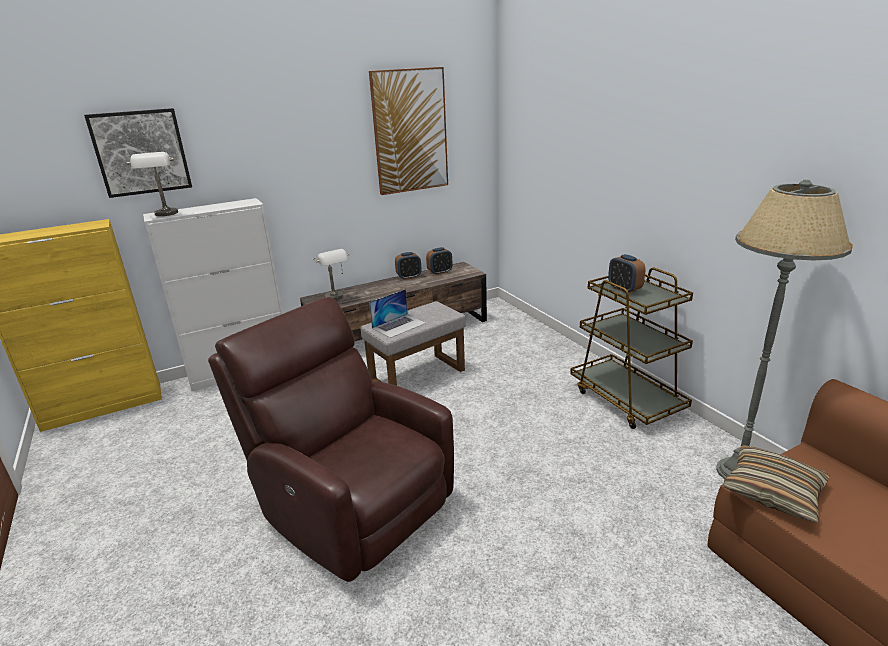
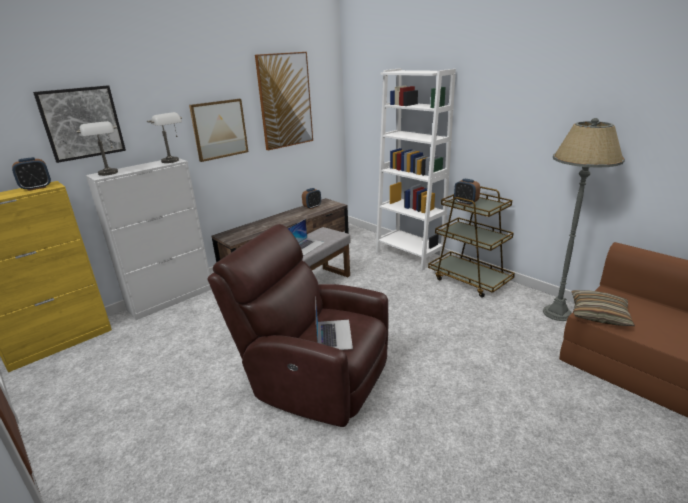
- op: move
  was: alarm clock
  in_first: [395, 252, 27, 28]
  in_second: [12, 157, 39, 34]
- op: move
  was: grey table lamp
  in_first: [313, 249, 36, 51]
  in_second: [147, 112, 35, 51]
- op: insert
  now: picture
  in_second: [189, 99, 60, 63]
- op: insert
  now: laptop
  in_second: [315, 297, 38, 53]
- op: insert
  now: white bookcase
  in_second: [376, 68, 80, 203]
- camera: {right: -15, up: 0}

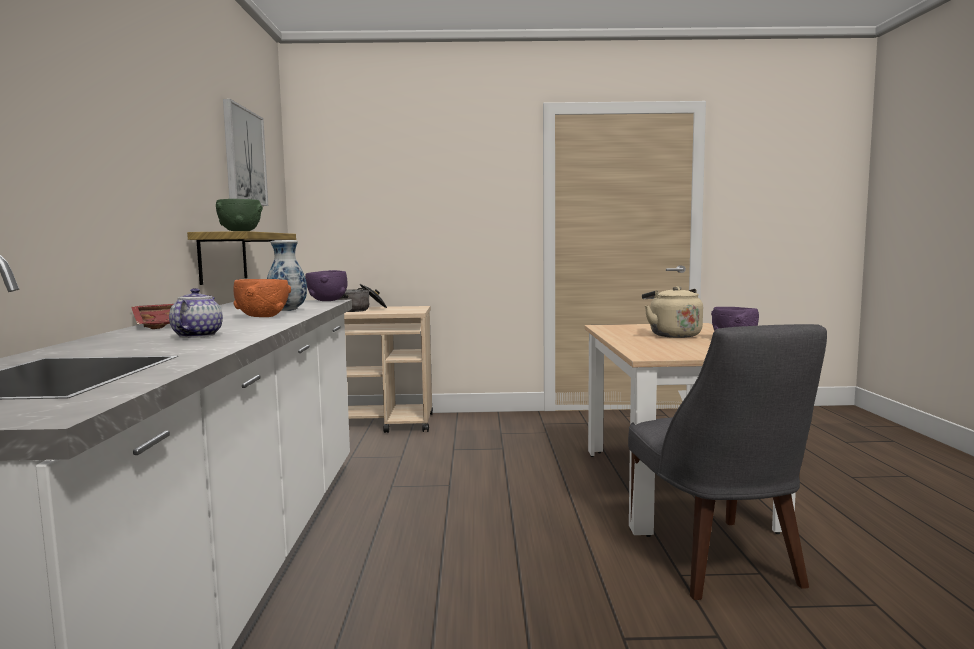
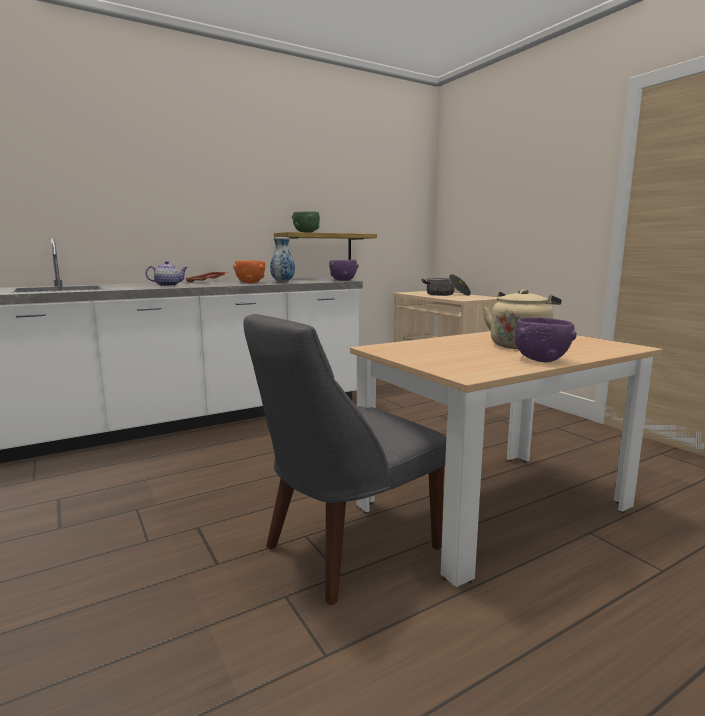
- op: delete
  was: picture
  in_first: [223, 99, 45, 107]
- camera: {right: 60, up: 5}

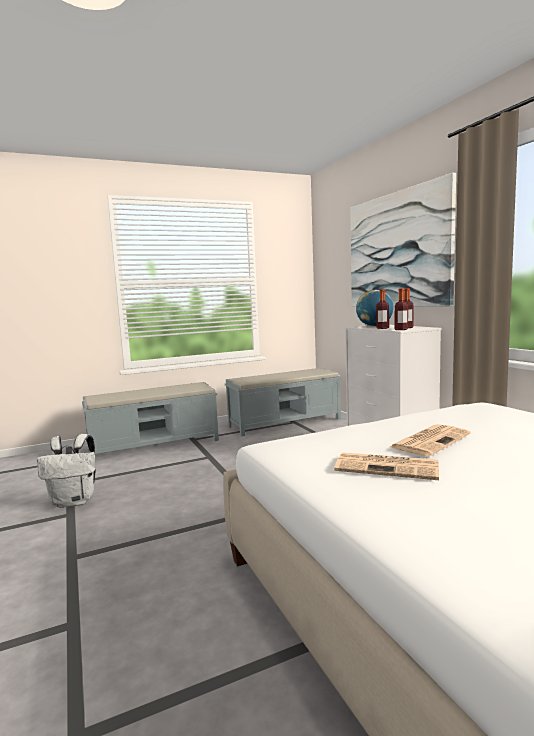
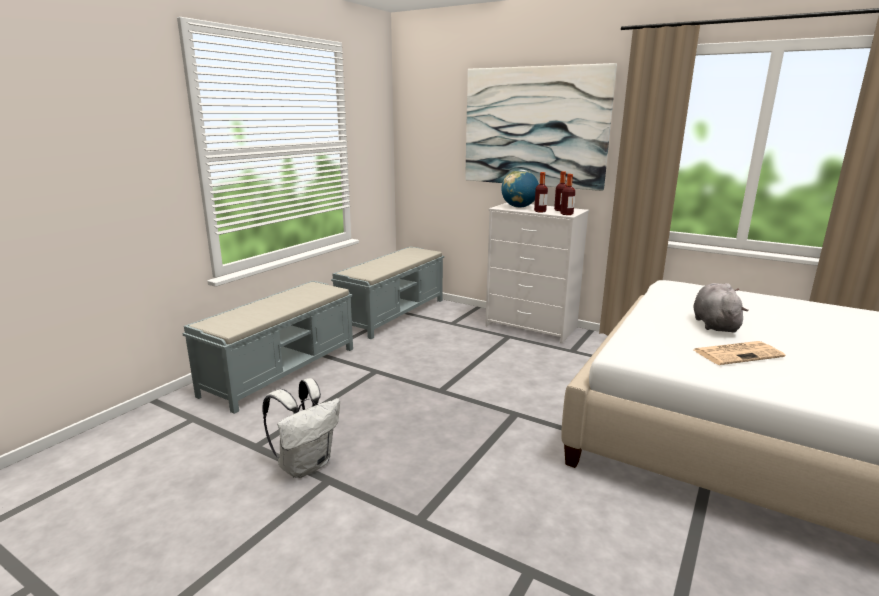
- op: replace
  was: newspaper
  now: grey plush toy
  in_first: [390, 424, 81, 32]
  in_second: [693, 283, 56, 50]
- camera: {right: -35, up: 10}

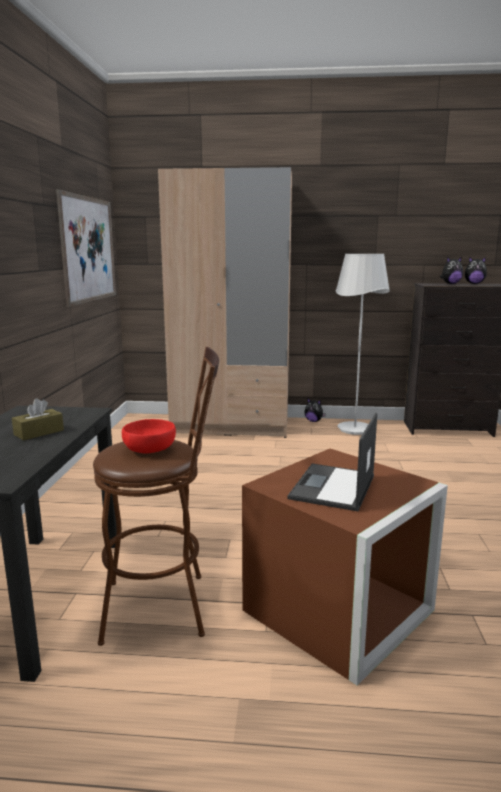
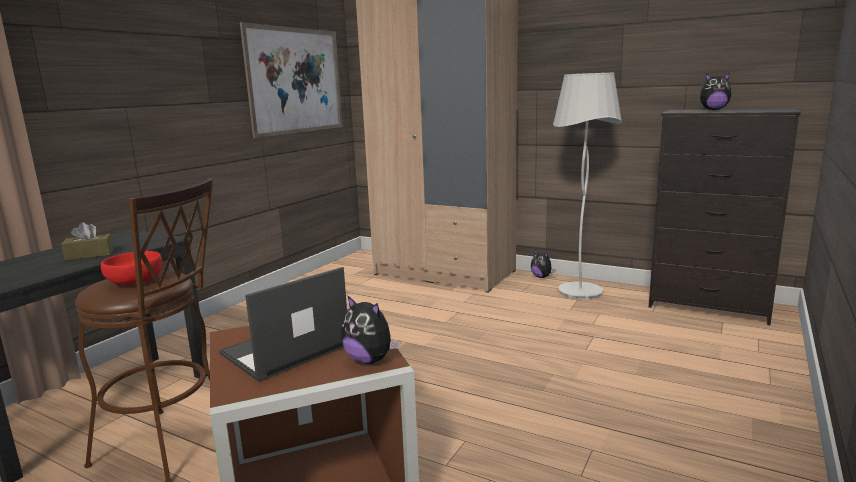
- op: move
  was: plush toy
  in_first: [465, 257, 22, 27]
  in_second: [341, 295, 59, 69]
- camera: {right: 25, up: 0}

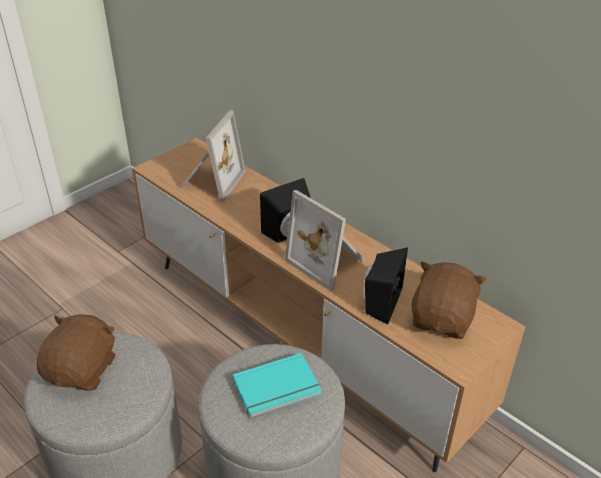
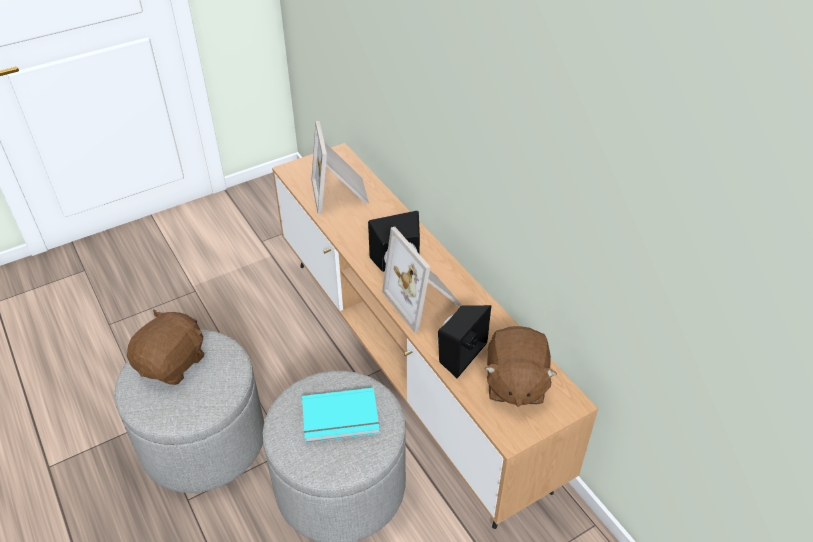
- op: rotate
  was: picture frame
  in_first: [180, 110, 66, 92]
  in_second: [311, 121, 58, 93]
  clockwise: 135
- op: rotate
  was: brown plush toy
  in_first: [411, 261, 76, 78]
  in_second: [485, 326, 72, 81]
  clockwise: 150
- camera: {right: 15, up: 5}

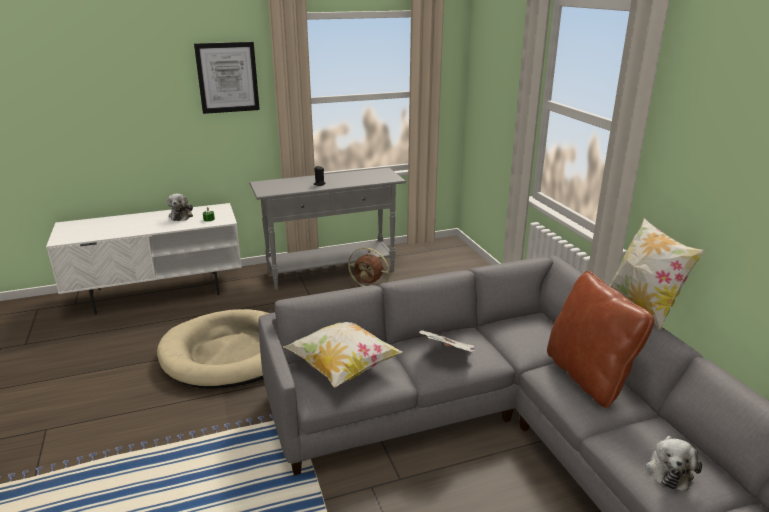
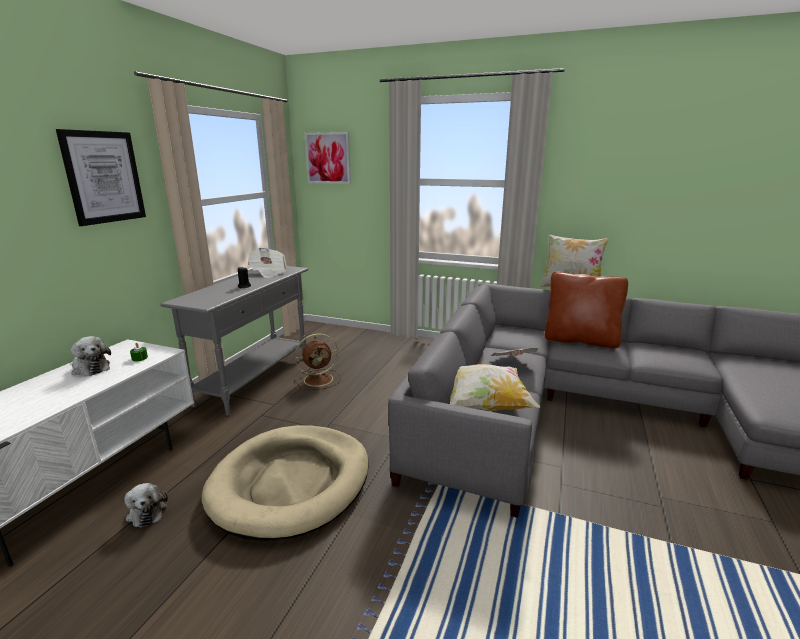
- op: move
  was: plush toy
  in_first: [645, 436, 57, 55]
  in_second: [124, 483, 44, 45]
- op: insert
  now: newspaper
  in_second: [248, 247, 39, 31]
- op: insert
  now: picture
  in_second: [305, 132, 46, 52]
- camera: {right: -50, up: -5}

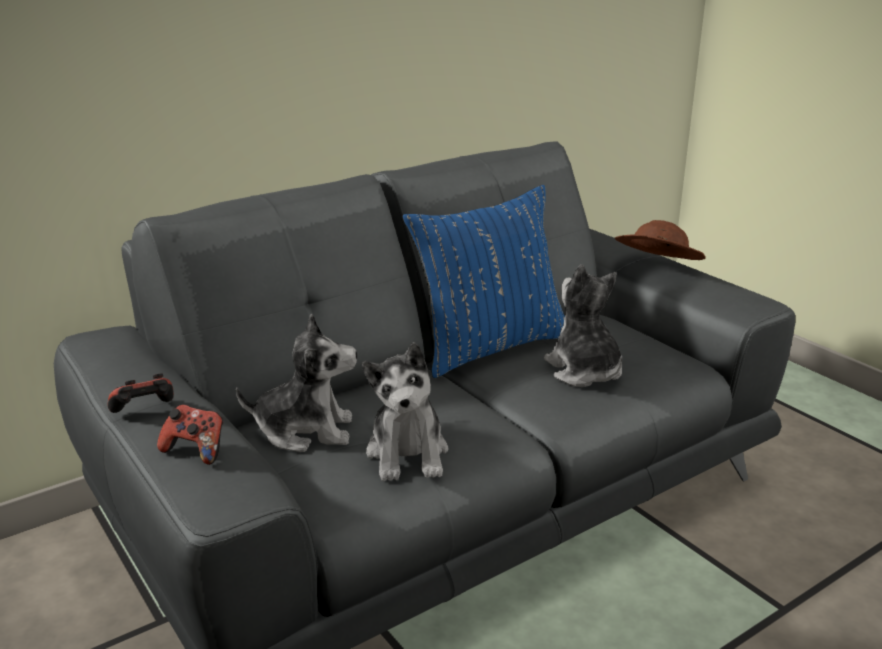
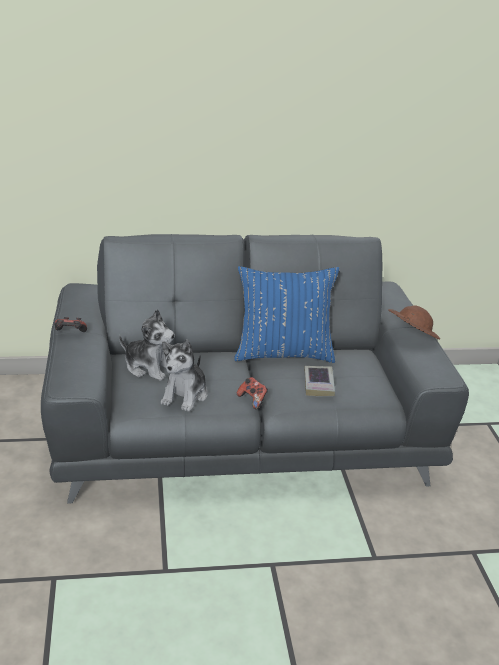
- op: move
  was: game controller
  in_first: [157, 404, 66, 61]
  in_second: [237, 377, 31, 32]
- op: replace
  was: plush toy
  now: book
  in_first: [544, 264, 78, 123]
  in_second: [305, 366, 30, 30]
- camera: {right: 25, up: 5}

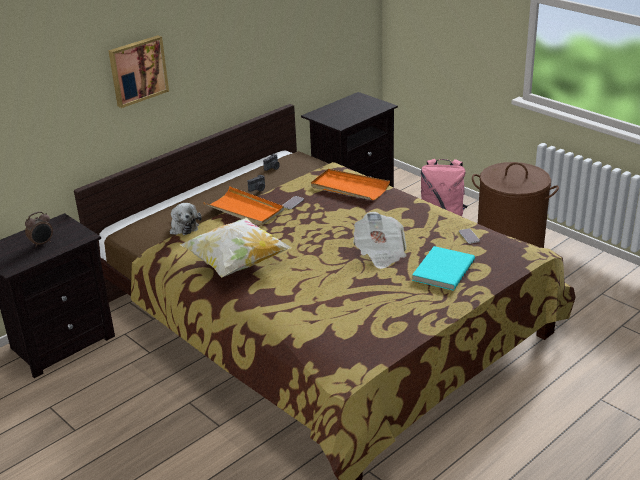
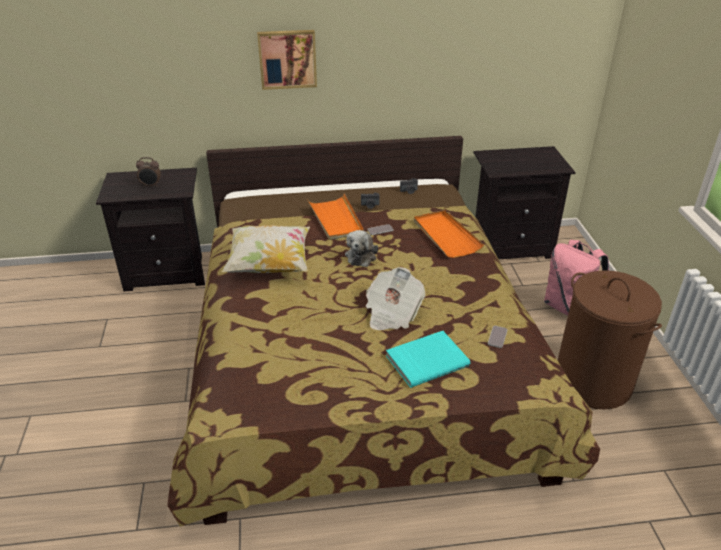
- op: move
  was: plush toy
  in_first: [170, 203, 32, 32]
  in_second: [345, 230, 33, 37]
- camera: {right: 35, up: 5}

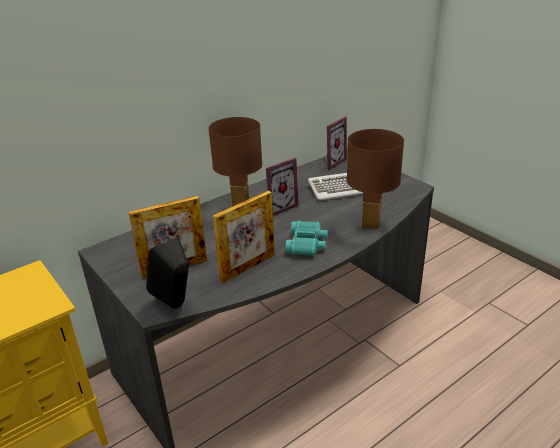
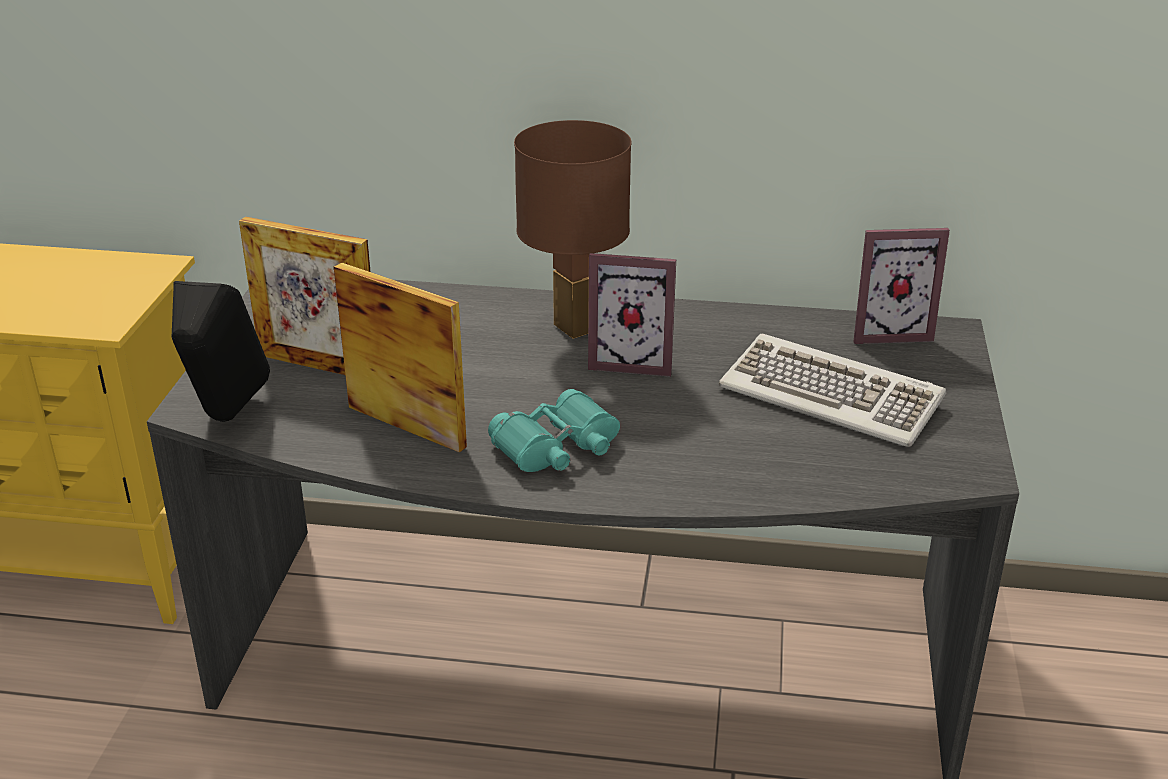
- op: rotate
  was: picture frame
  in_first: [213, 191, 62, 92]
  in_second: [334, 263, 133, 190]
  clockwise: -150
- op: delete
  was: brown table lamp
  in_first: [346, 129, 58, 101]
- camera: {right: 45, up: 0}

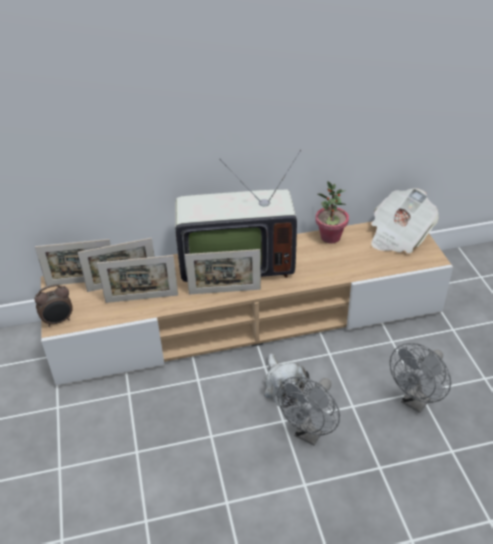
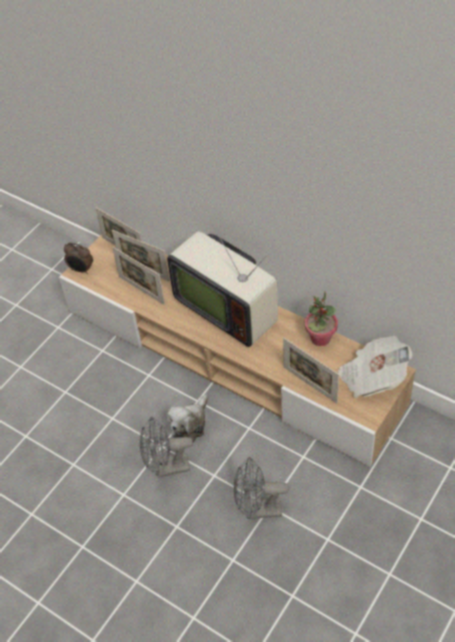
- op: move
  was: picture frame
  in_first: [185, 249, 76, 45]
  in_second: [283, 338, 56, 66]
- camera: {right: 50, up: 10}

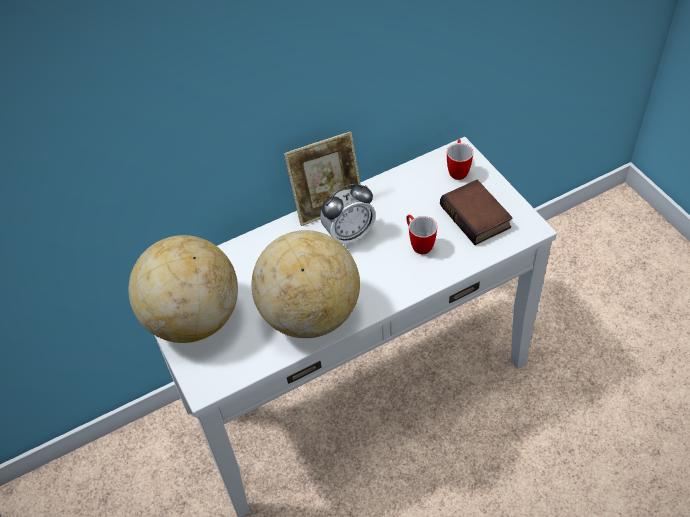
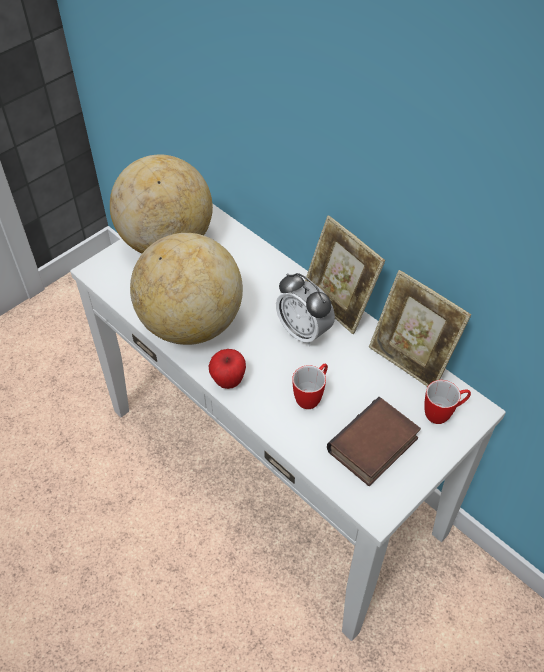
- op: insert
  now: apple
  in_second: [209, 349, 37, 40]
- op: insert
  now: picture frame
  in_second: [369, 270, 102, 117]
- camera: {right: 70, up: 0}

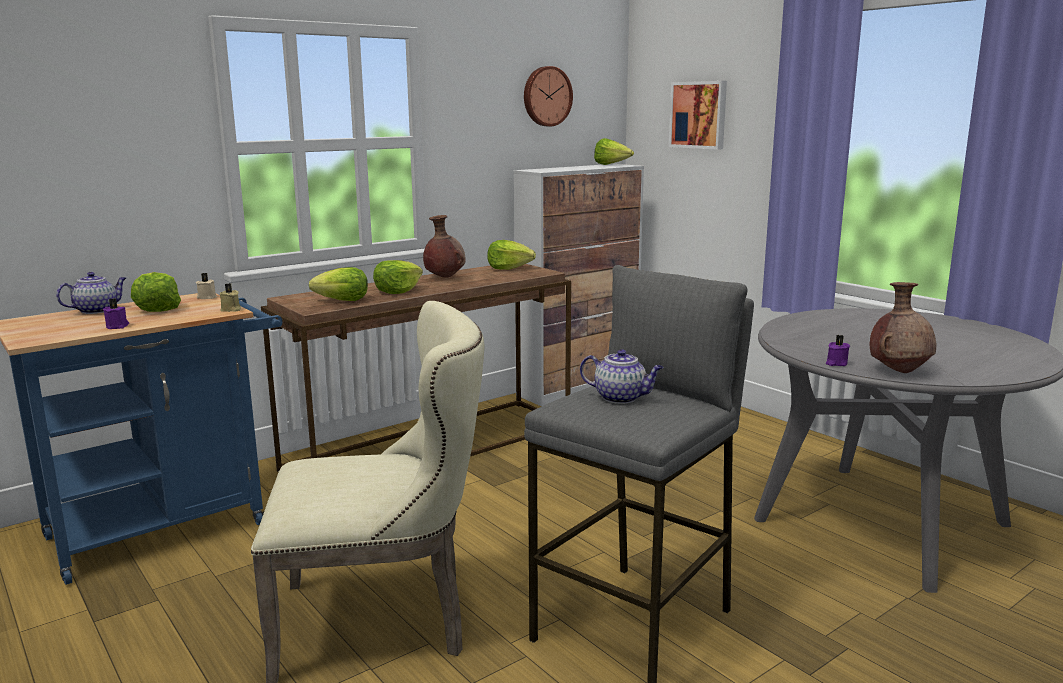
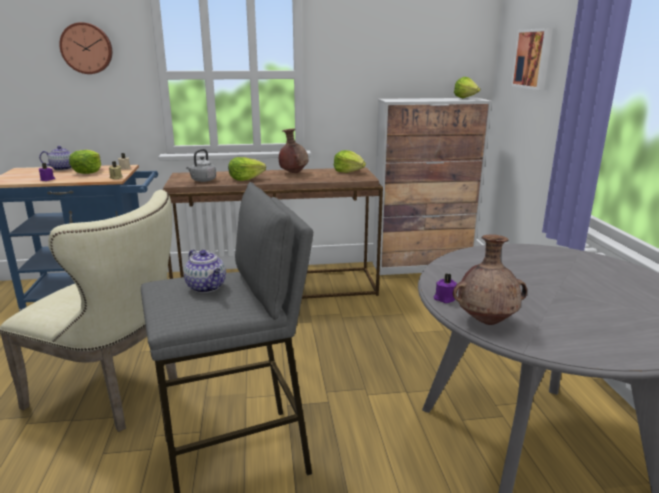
- op: move
  was: wall clock
  in_first: [524, 66, 49, 60]
  in_second: [59, 22, 53, 52]
- op: replace
  was: lettuce
  now: grey kettle
  in_first: [309, 267, 59, 34]
  in_second: [186, 149, 30, 33]
- camera: {right: 30, up: 5}

